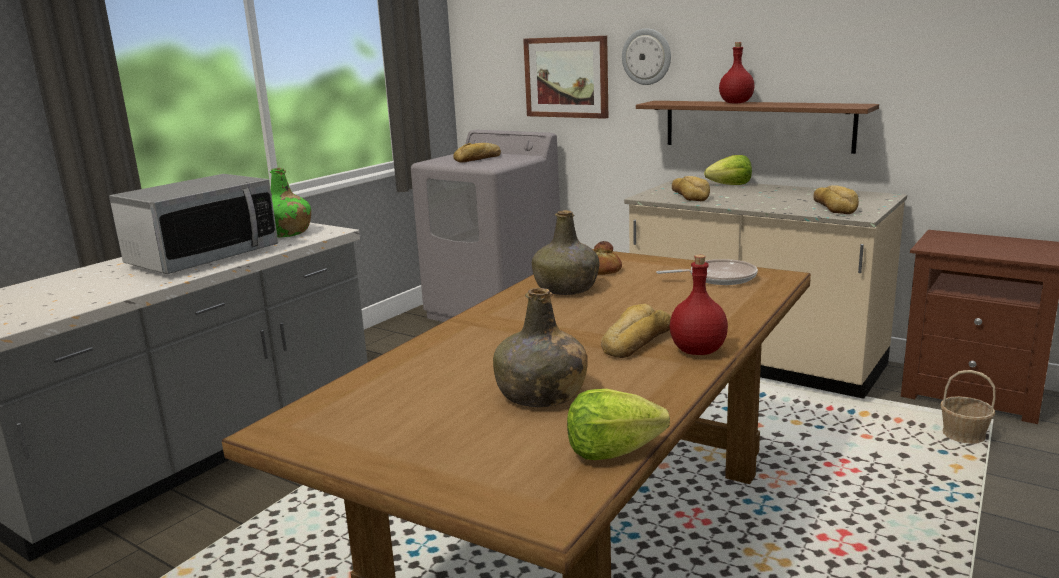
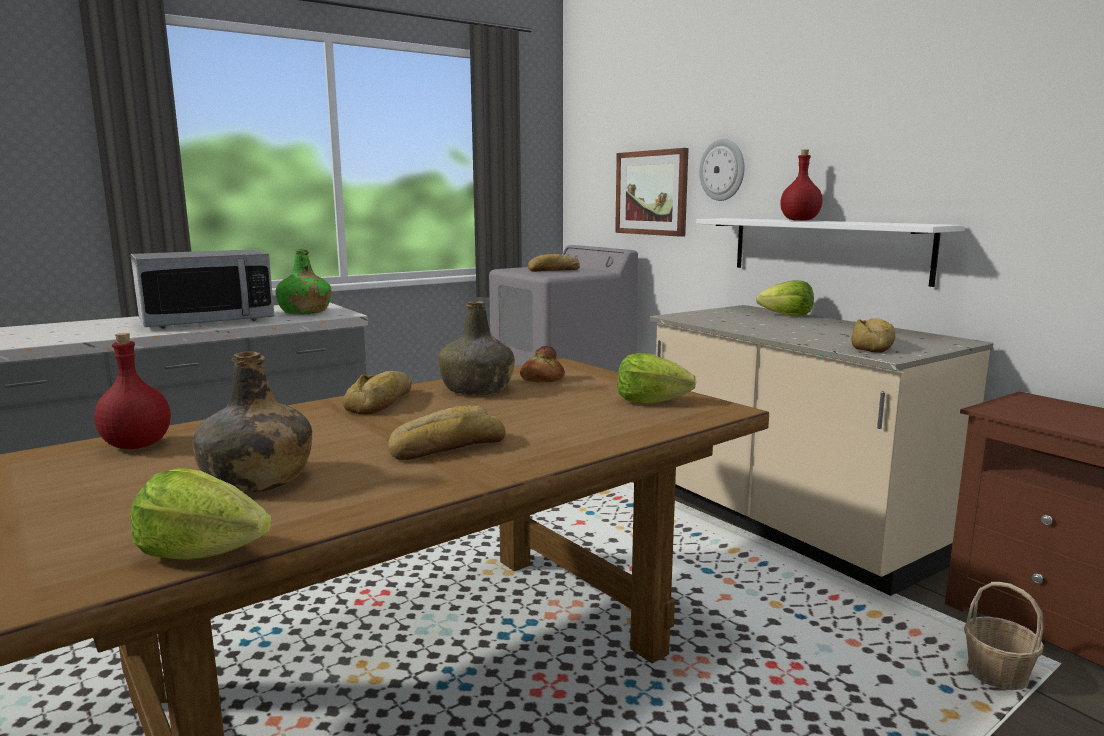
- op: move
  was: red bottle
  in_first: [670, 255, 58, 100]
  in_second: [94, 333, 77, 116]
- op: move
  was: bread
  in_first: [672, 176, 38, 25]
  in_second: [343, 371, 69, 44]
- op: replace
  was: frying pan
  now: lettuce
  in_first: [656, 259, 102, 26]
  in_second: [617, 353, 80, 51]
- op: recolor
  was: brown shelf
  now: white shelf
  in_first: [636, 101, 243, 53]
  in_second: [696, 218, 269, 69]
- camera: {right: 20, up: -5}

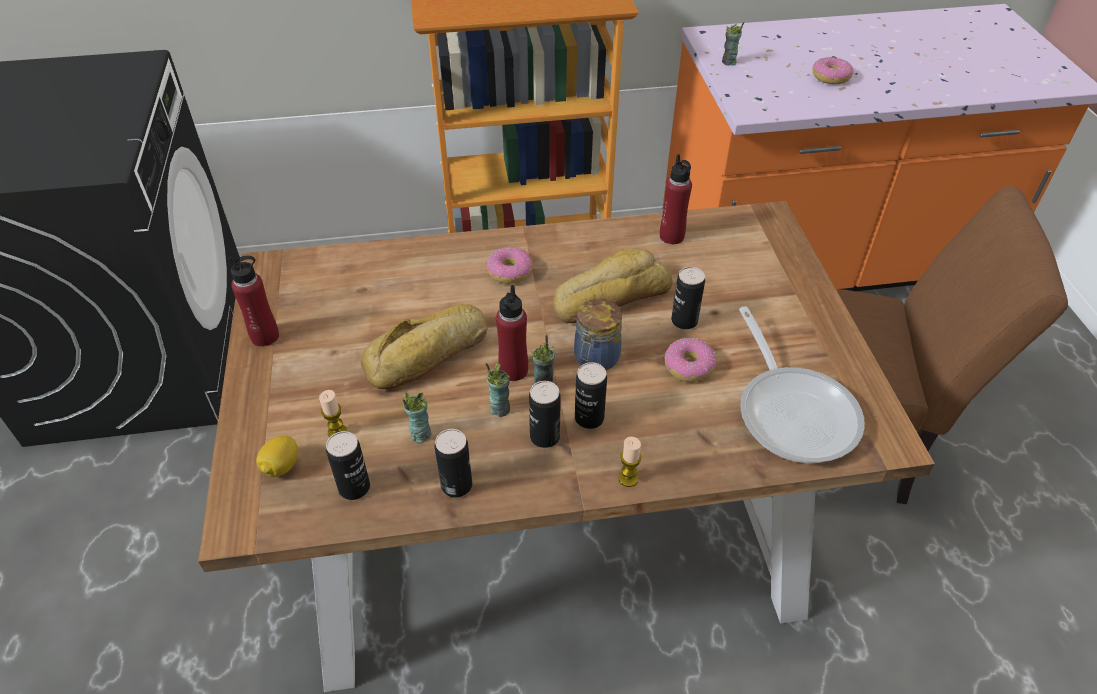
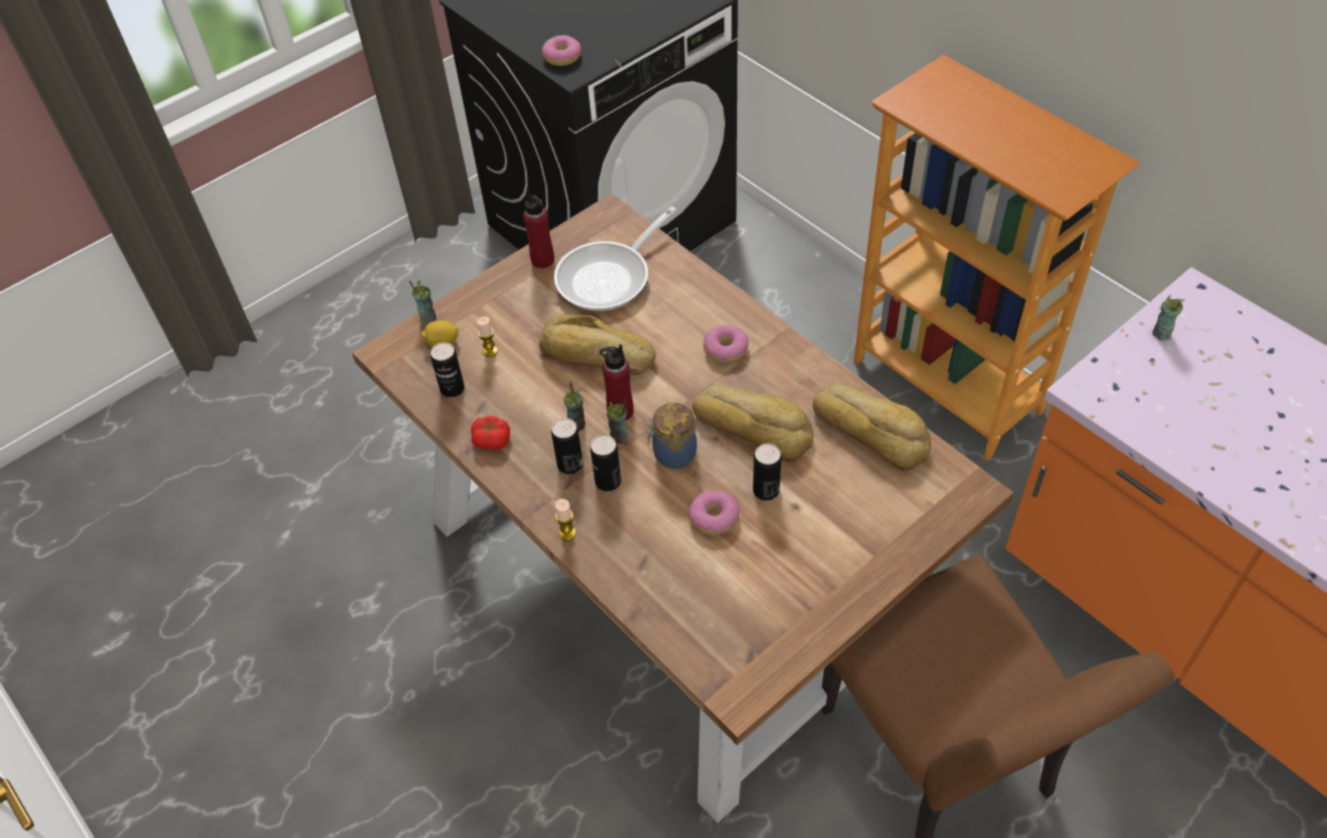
- op: move
  was: cup
  in_first: [403, 392, 28, 52]
  in_second: [409, 280, 27, 44]
- op: replace
  was: can
  now: tomato
  in_first: [435, 429, 37, 68]
  in_second: [471, 416, 39, 34]
- op: move
  was: donut
  in_first: [812, 57, 41, 27]
  in_second: [542, 35, 39, 31]
- op: move
  was: frying pan
  in_first: [739, 306, 126, 157]
  in_second: [554, 206, 123, 105]
- op: replace
  was: red bottle
  now: bread
  in_first: [660, 154, 32, 90]
  in_second: [813, 384, 118, 86]
- camera: {right: 60, up: 5}

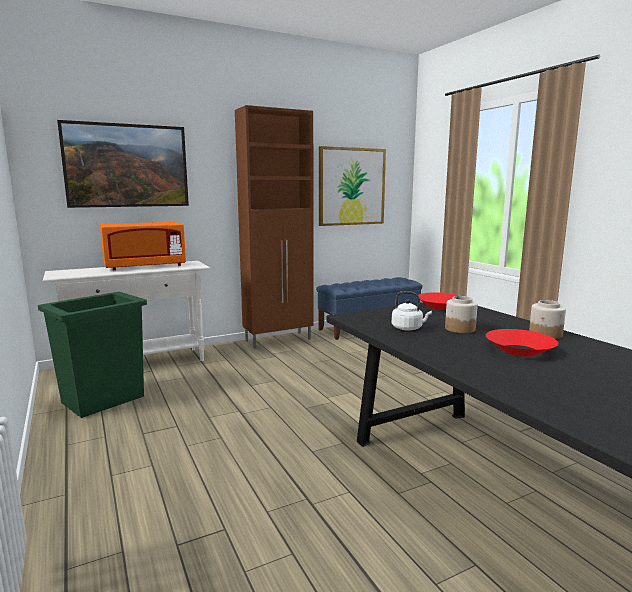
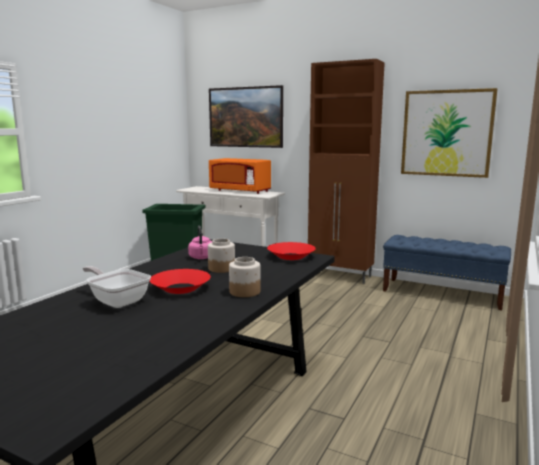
- op: insert
  now: frying pan
  in_second: [82, 266, 69, 42]
- op: recolor
  was: white kettle
  now: pink kettle
  in_first: [391, 291, 41, 40]
  in_second: [188, 226, 24, 33]
- camera: {right: 55, up: 0}

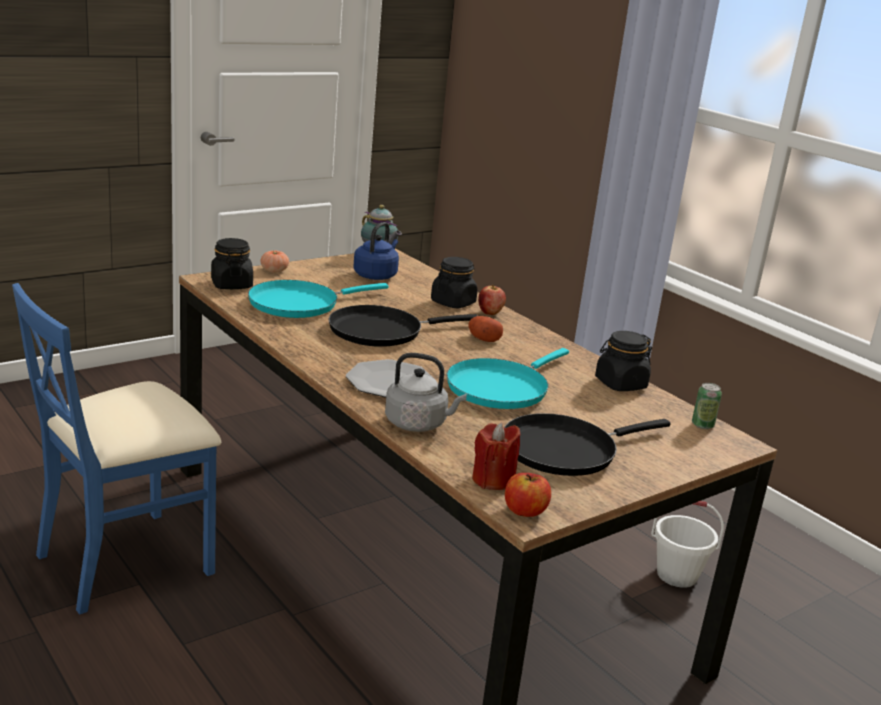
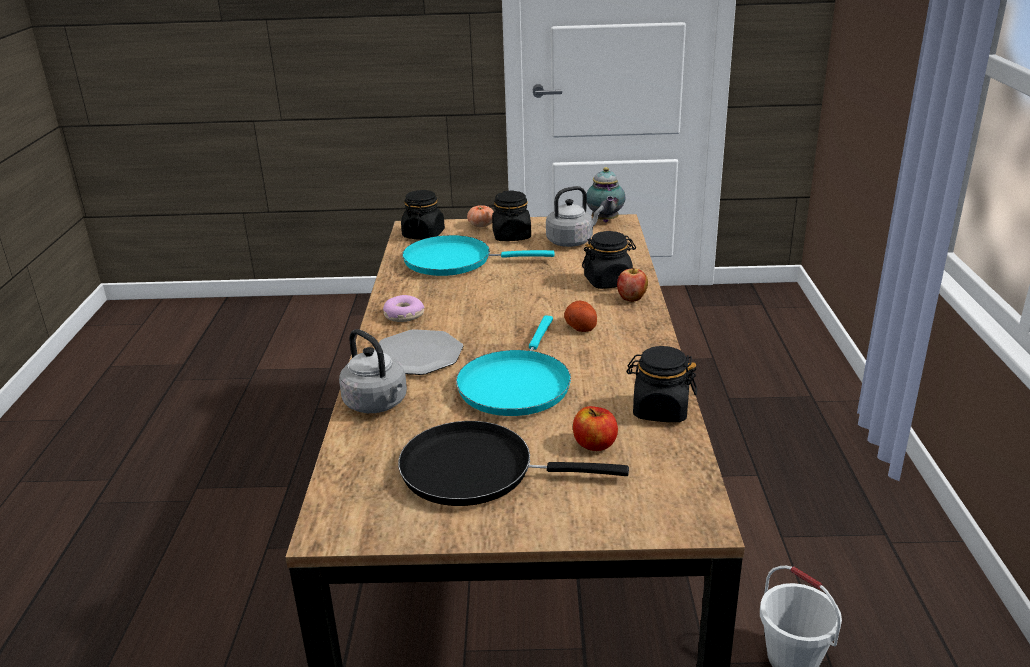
- op: insert
  now: donut
  in_second: [383, 295, 42, 27]
- op: rotate
  was: turquoise frying pan
  in_first: [446, 348, 123, 61]
  in_second: [456, 315, 115, 101]
  clockwise: -60
- op: insert
  now: black jar
  in_second: [492, 190, 39, 51]
- op: recolor
  was: blue kettle
  now: grey kettle
  in_first: [353, 222, 46, 58]
  in_second: [546, 186, 58, 61]
- op: move
  was: apple
  in_first: [505, 473, 46, 44]
  in_second: [573, 406, 45, 45]
- op: delete
  was: blue chair
  in_first: [12, 283, 209, 332]
- op: delete
  was: black frying pan
  in_first: [329, 305, 149, 42]
- op: delete
  was: red candle
  in_first: [472, 422, 48, 68]
- op: delete
  was: can
  in_first: [692, 383, 30, 46]
- camera: {right: 40, up: 5}

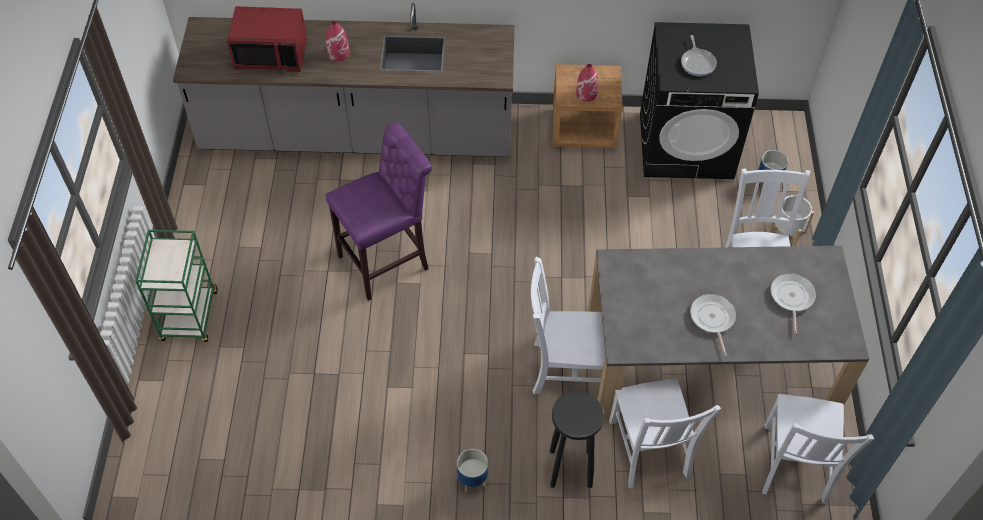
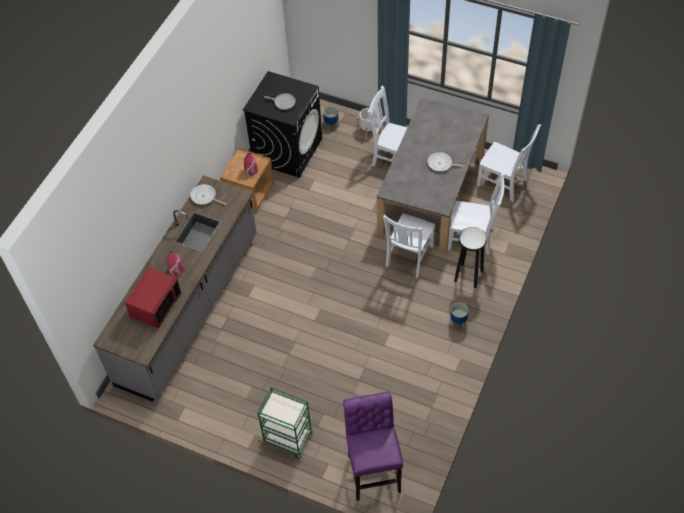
- op: move
  was: frying pan
  in_first: [771, 273, 45, 61]
  in_second: [190, 184, 36, 21]
- op: move
  was: purple stool
  in_first: [325, 122, 107, 179]
  in_second: [343, 392, 60, 109]
- camera: {right: -65, up: 0}

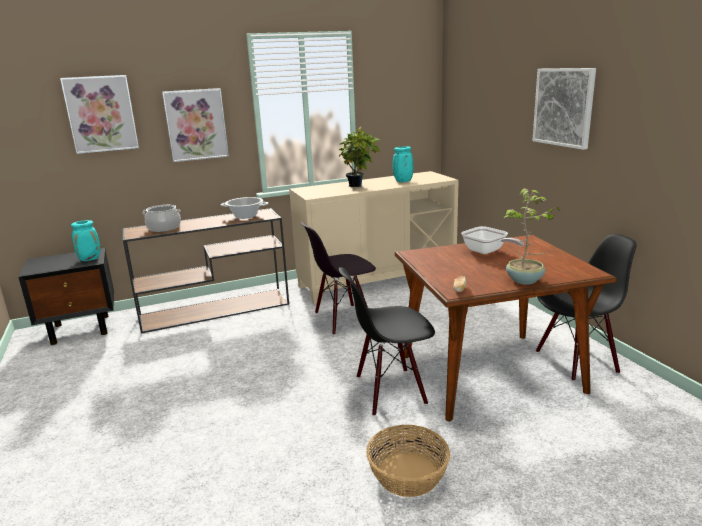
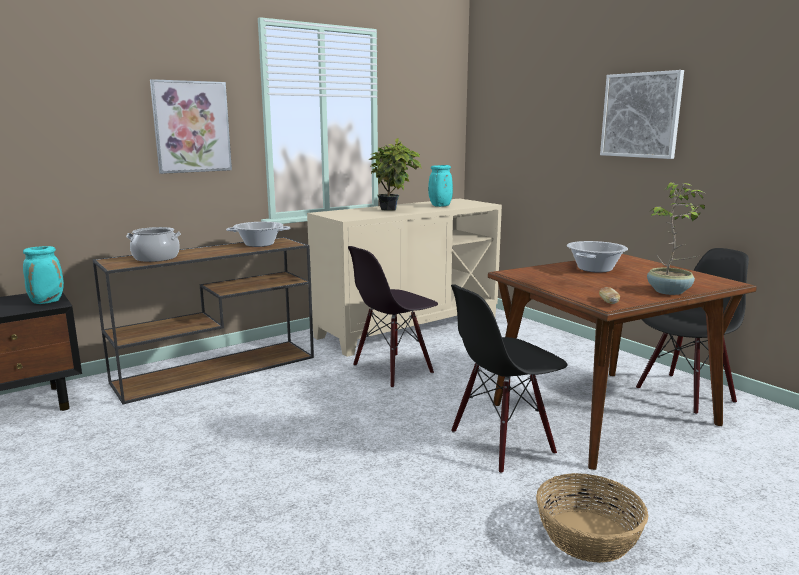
- op: replace
  was: frying pan
  now: cooking pot
  in_first: [461, 226, 63, 28]
  in_second: [567, 241, 61, 32]
- op: delete
  was: picture
  in_first: [60, 75, 79, 79]
- camera: {right: -15, up: -5}

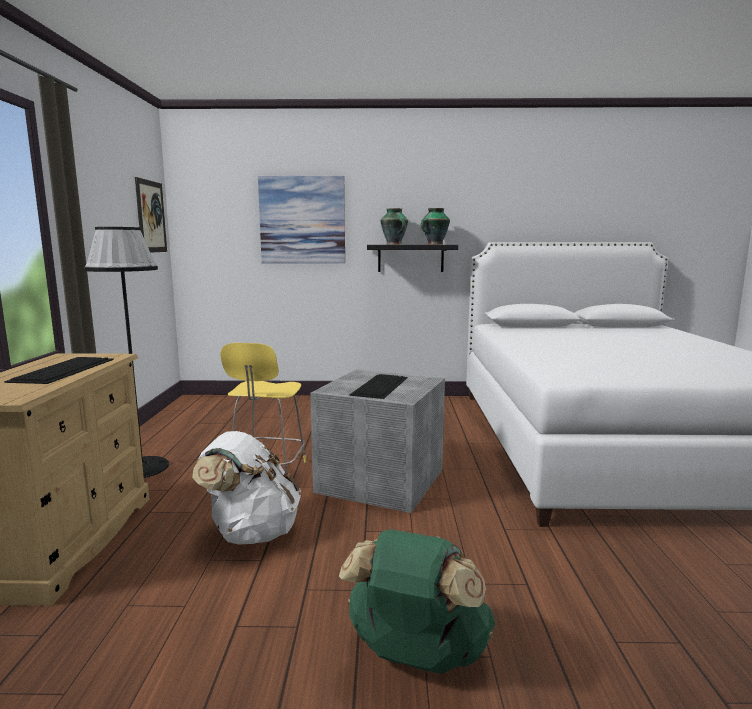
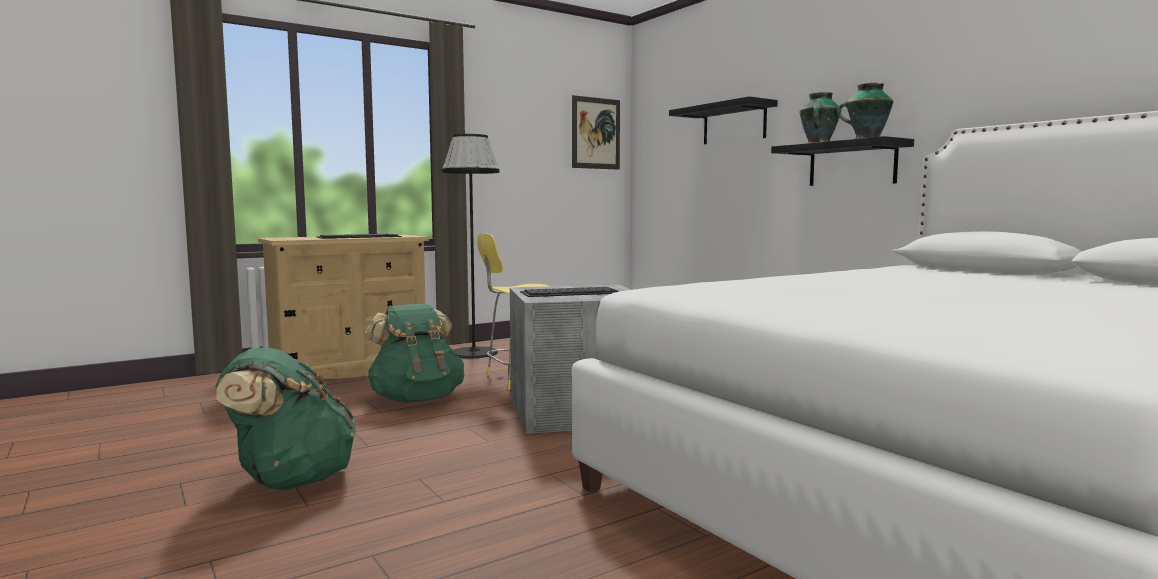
- op: recolor
  was: white backpack
  now: green backpack
  in_first: [192, 431, 109, 114]
  in_second: [365, 304, 99, 98]
- op: replace
  was: picture
  now: black shelf
  in_first: [258, 176, 87, 88]
  in_second: [669, 96, 109, 48]
- camera: {right: 55, up: -5}

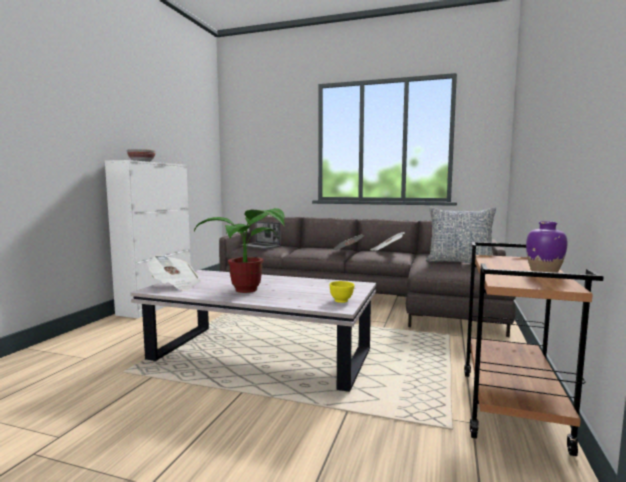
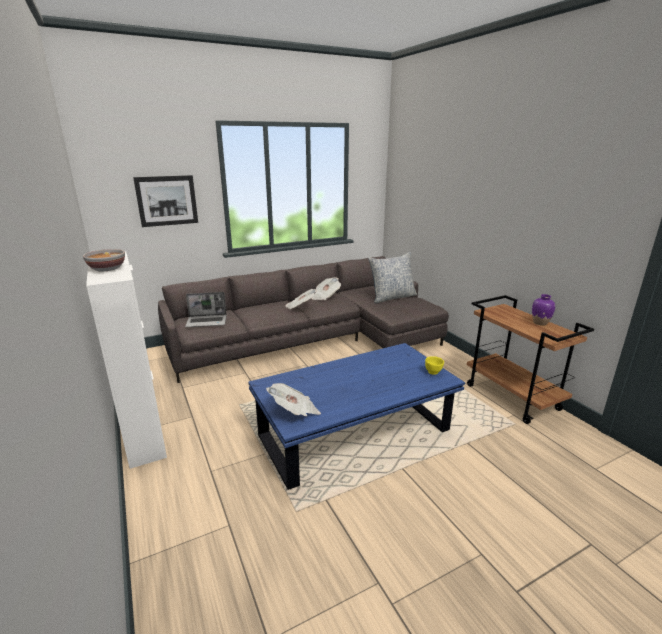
- op: insert
  now: picture
  in_second: [133, 175, 65, 52]
- op: recolor
  was: white coffee table
  now: blue coffee table
  in_first: [131, 270, 245, 122]
  in_second: [248, 343, 217, 147]
- op: delete
  was: potted plant
  in_first: [194, 208, 91, 85]
- camera: {right: -45, up: 15}

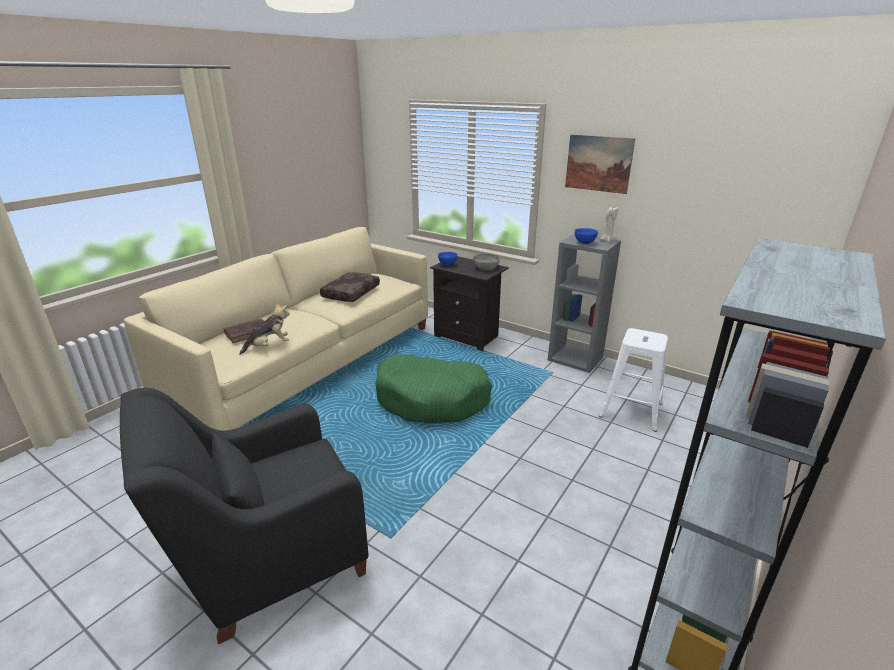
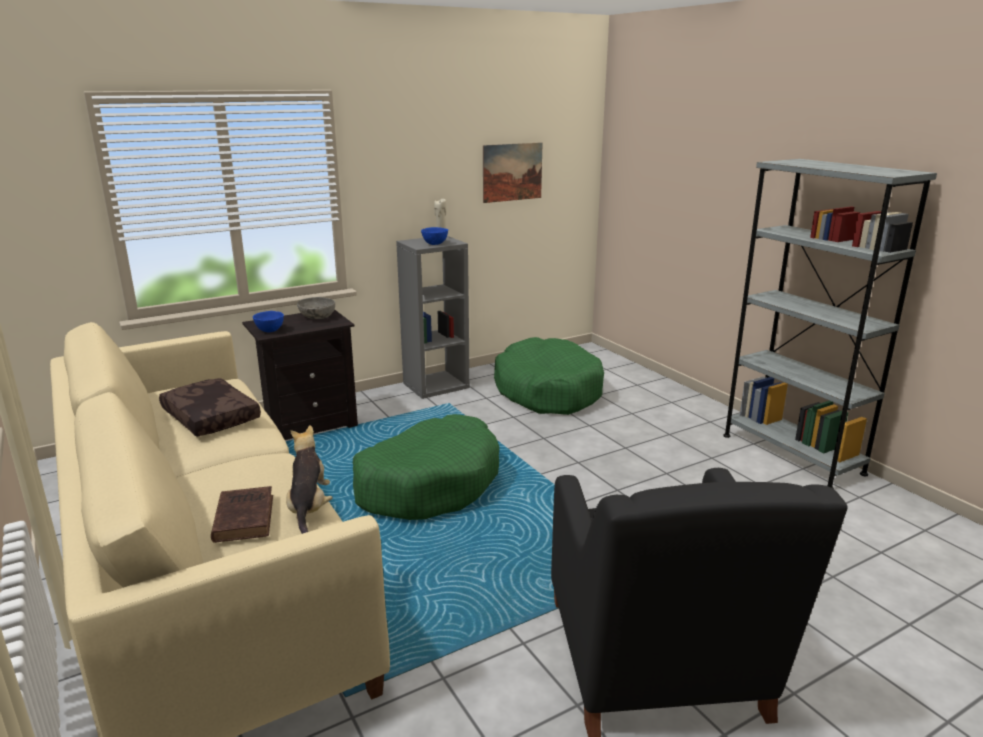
- op: move
  was: picture
  in_first: [565, 135, 70, 59]
  in_second: [483, 142, 60, 61]
- op: replace
  was: white stool
  now: green dog bed
  in_first: [599, 328, 69, 104]
  in_second: [494, 337, 110, 78]
- camera: {right: -65, up: -5}

